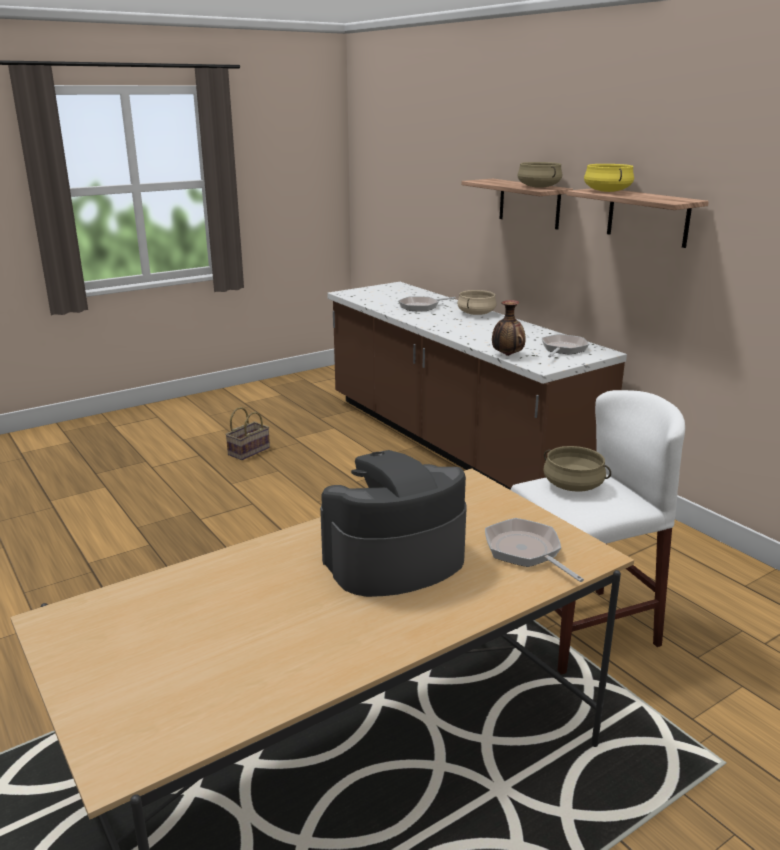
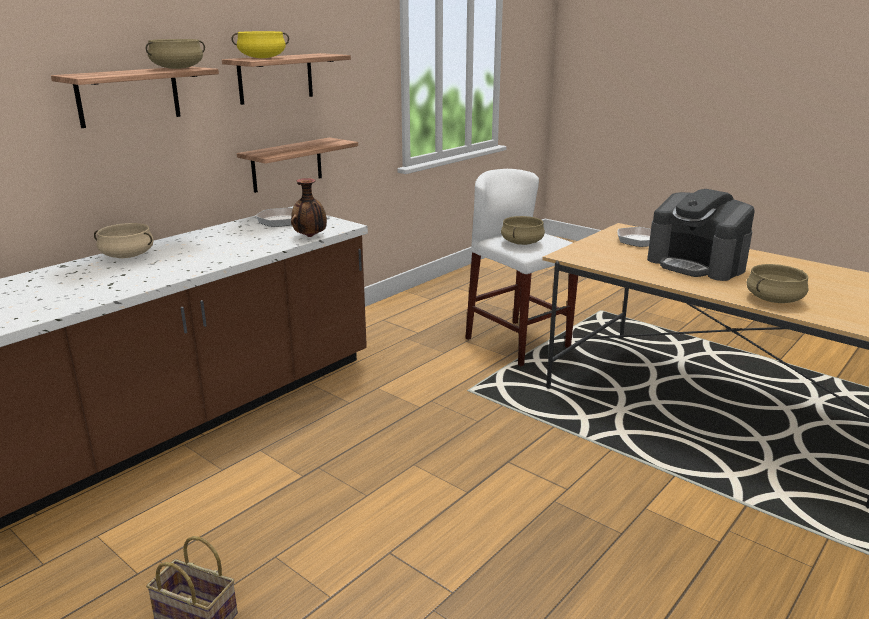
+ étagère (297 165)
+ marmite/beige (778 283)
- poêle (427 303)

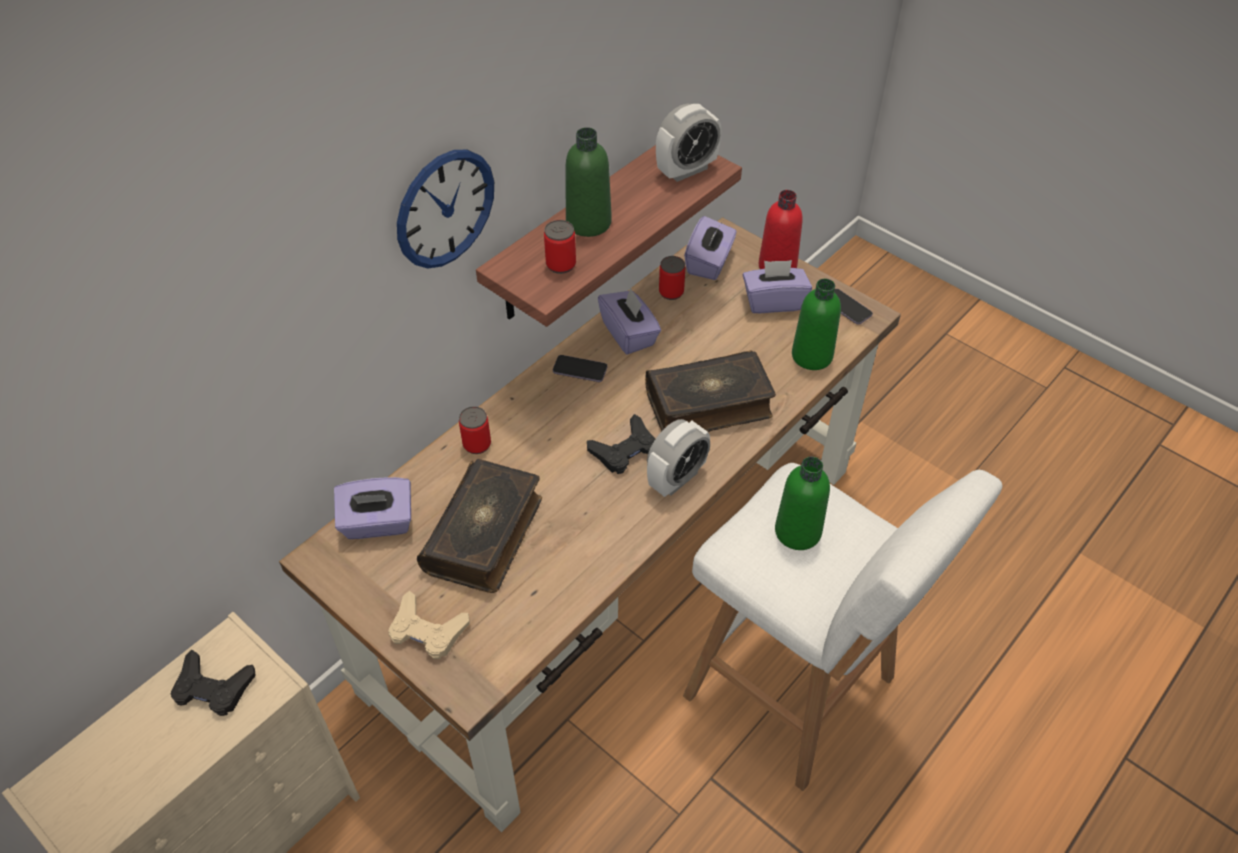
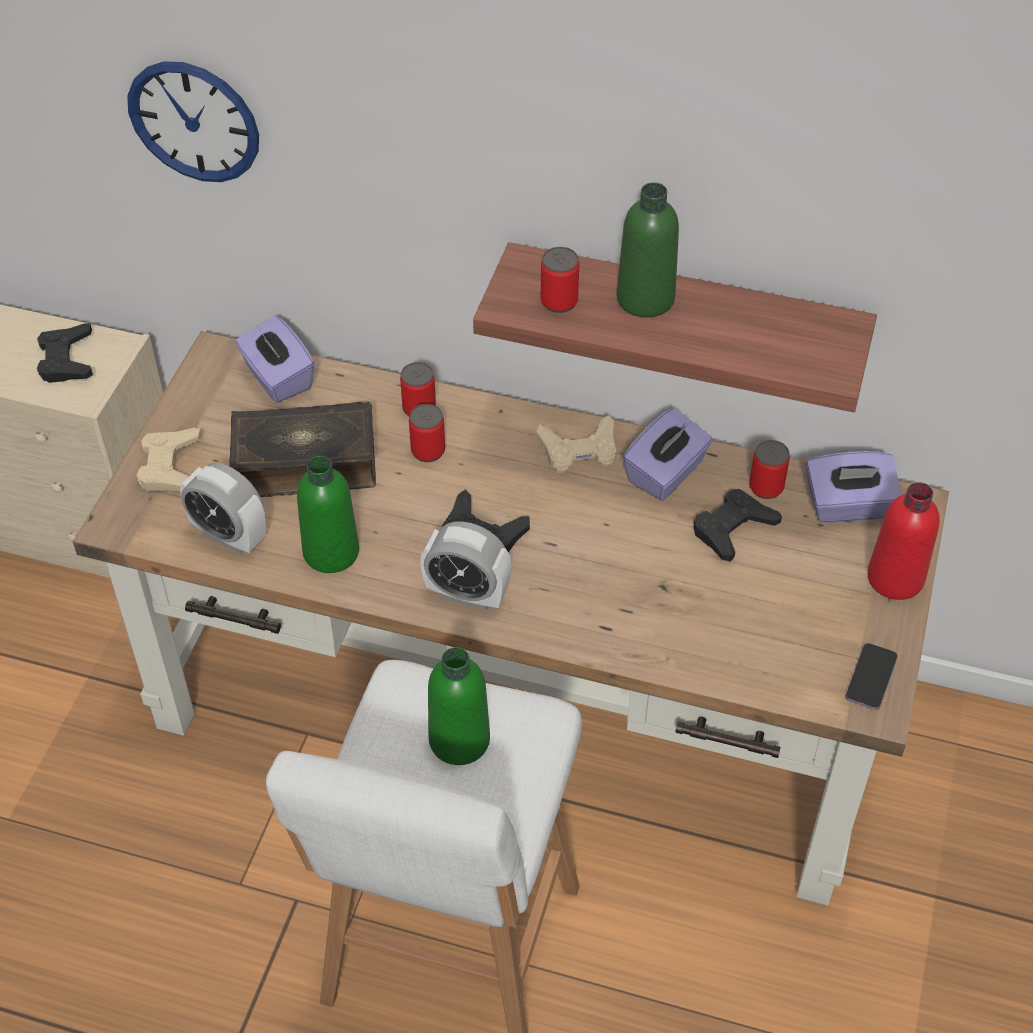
~ horloge murale (445 208) to (193 121)
~ réveil (688 143) to (223 508)
~ bouteille/vert (816 324) to (328 514)
+ boîte métallique (427 433)
~ téléphone (580 368) to manette/beige (576 444)
+ manette/noir (737 525)
- livre (710 391)
- boîte à mouchoirs/violet (777 286)

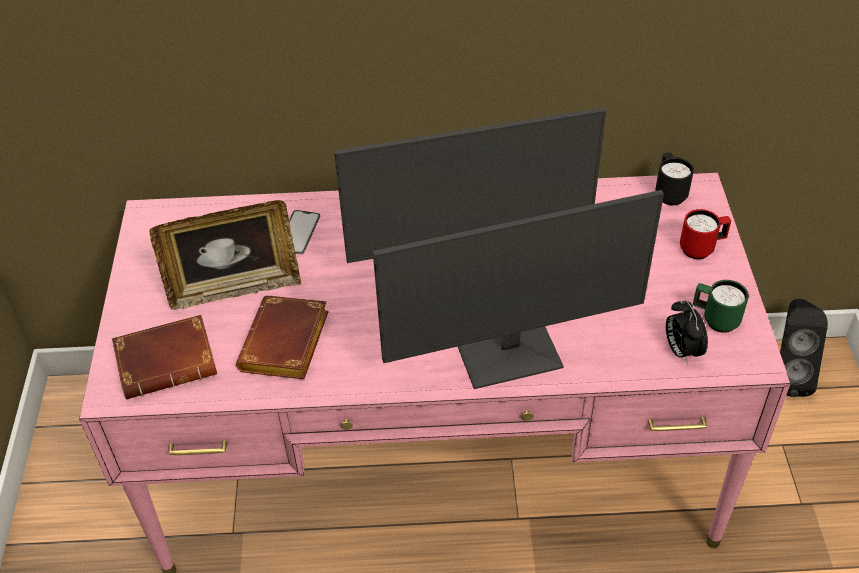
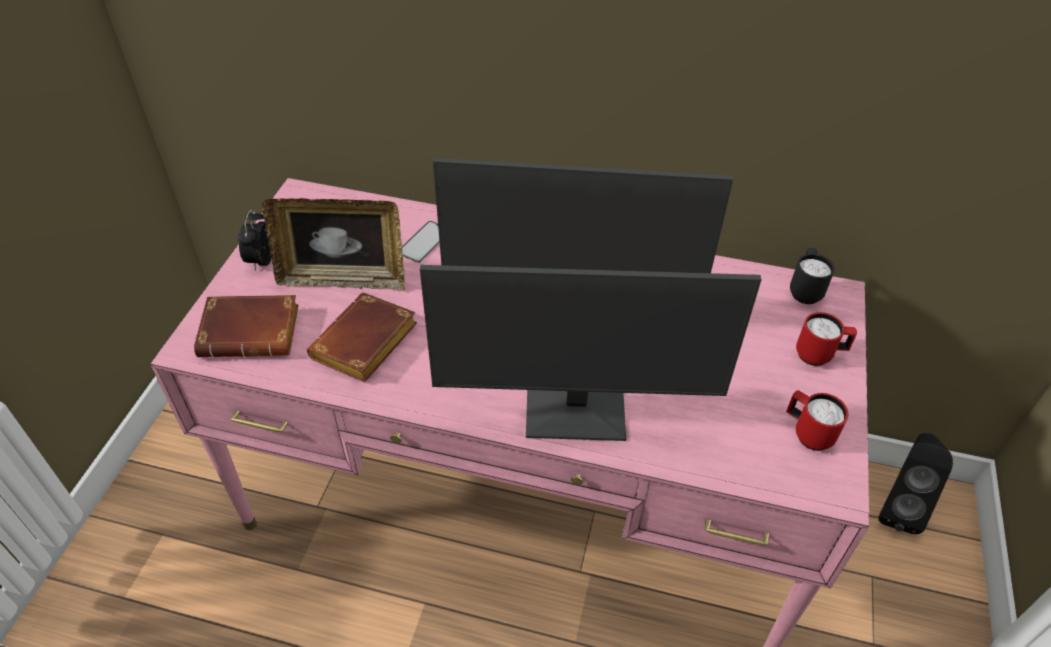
~ réveil (687 332) to (255 241)
~ mug/vert (721 306) to mug/rouge (817 420)

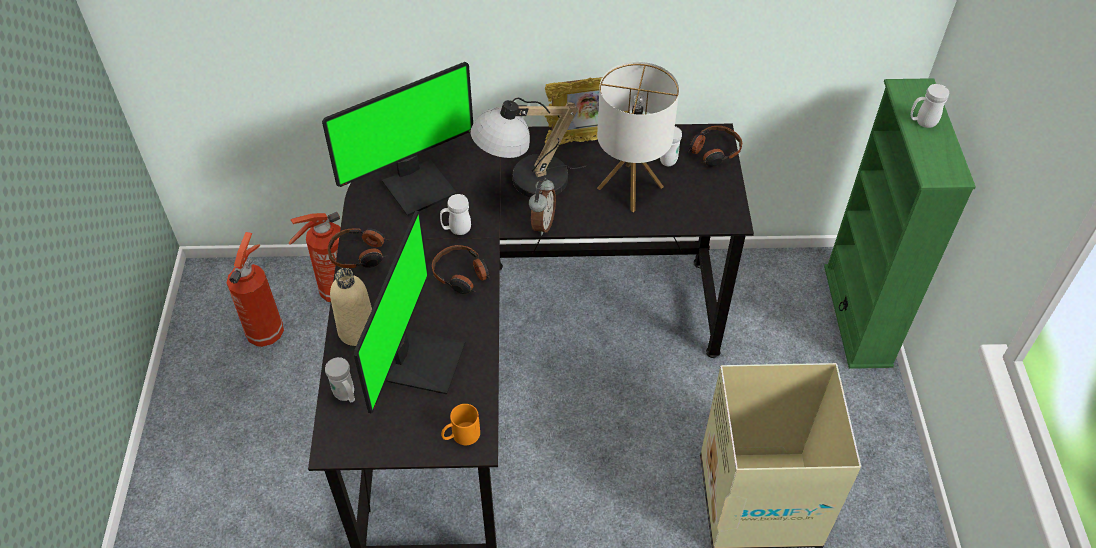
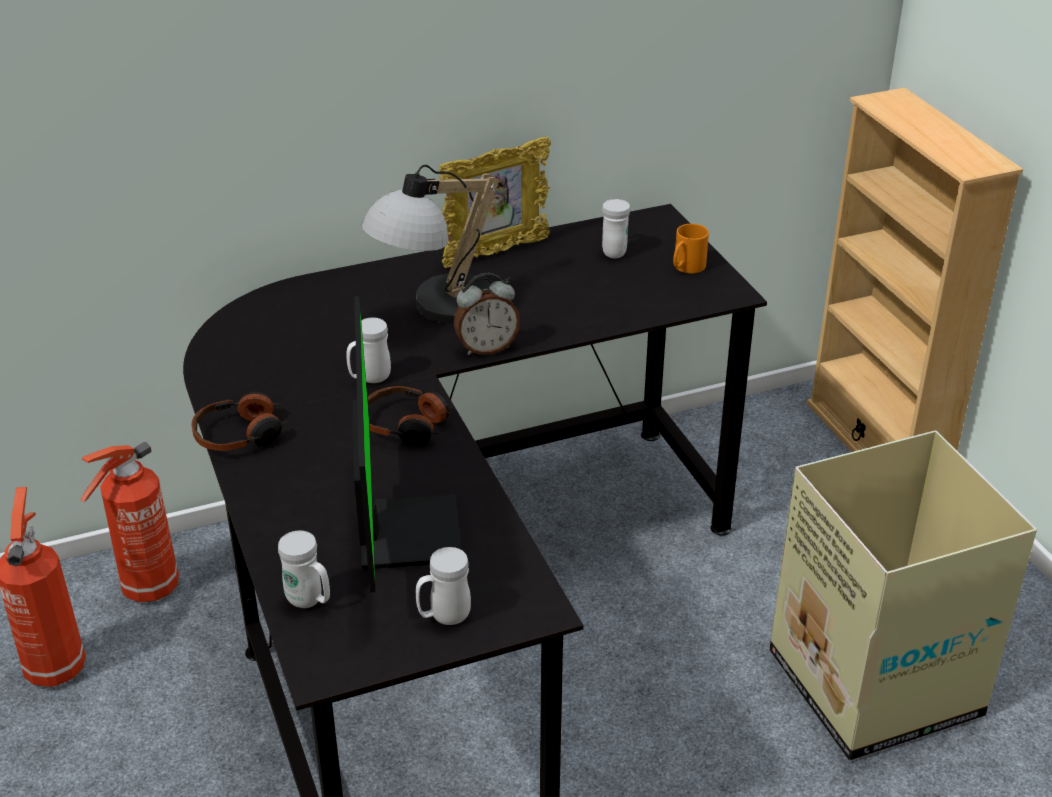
~ mug/blanc (930 106) to (443 586)
~ réveil (542 207) = (487 314) 75 degrees clockwise
~ mug/orange (460 424) to (691 248)
~ bibliothèque/vert (900 223) to bibliothèque/beige (914 270)
- écran d'ordinateur (397 139)
- bouteille/beige (351 307)
- lampe de table (638 137)
- casque audio (715 146)

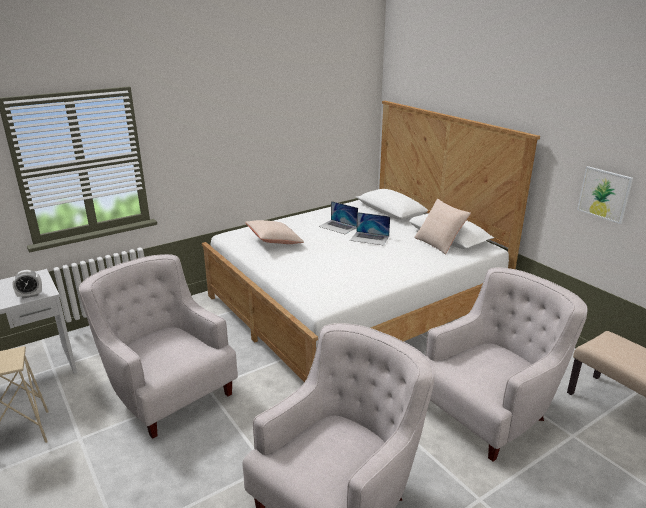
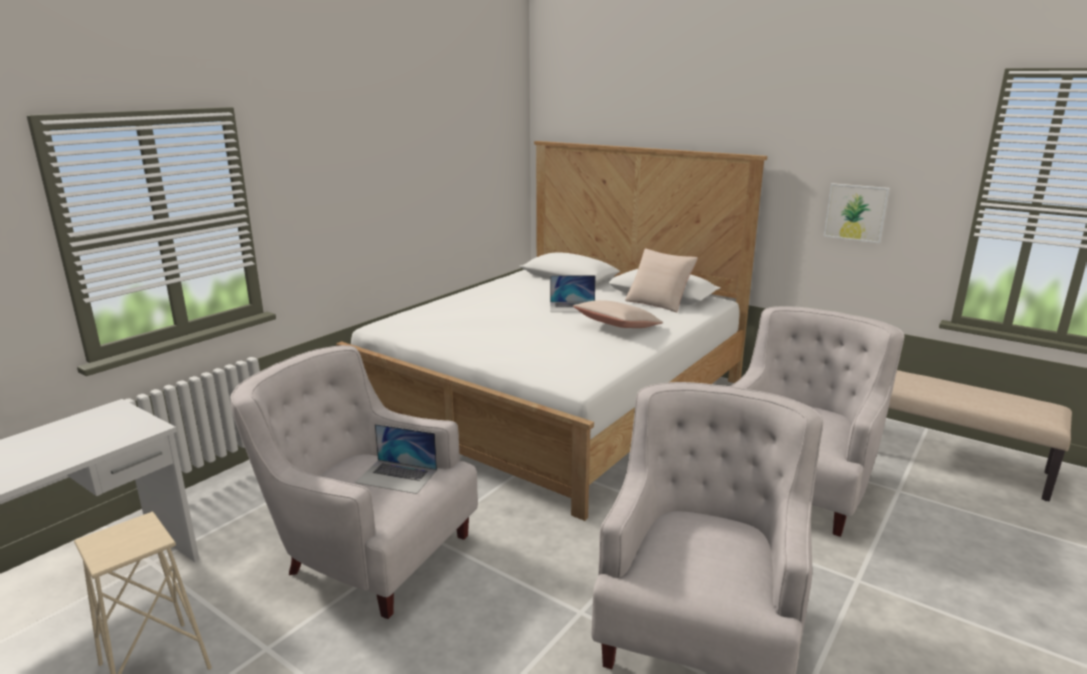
~ ordinateur portable (338 217) to (396 459)
~ coussin/beige (274 232) to (618 314)
- réveil (27 284)

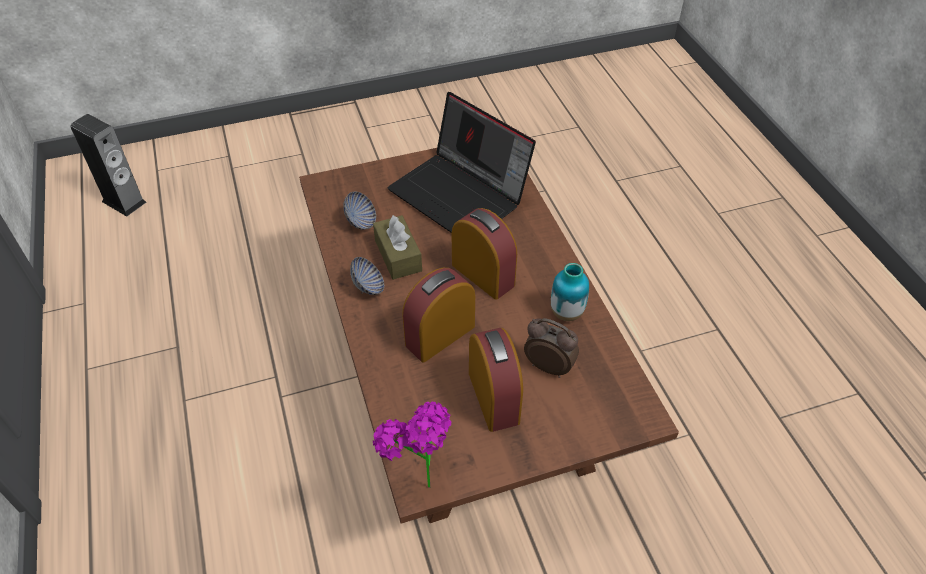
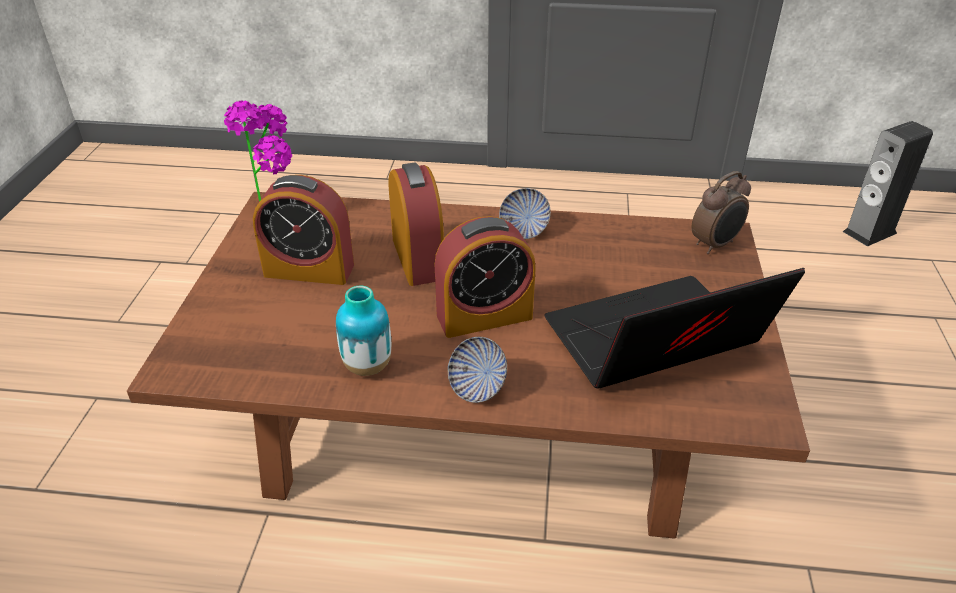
~ bol (359 210) to (477 370)
~ réveil (551 348) to (721 212)
- boîte à mouchoirs/marron (397 247)

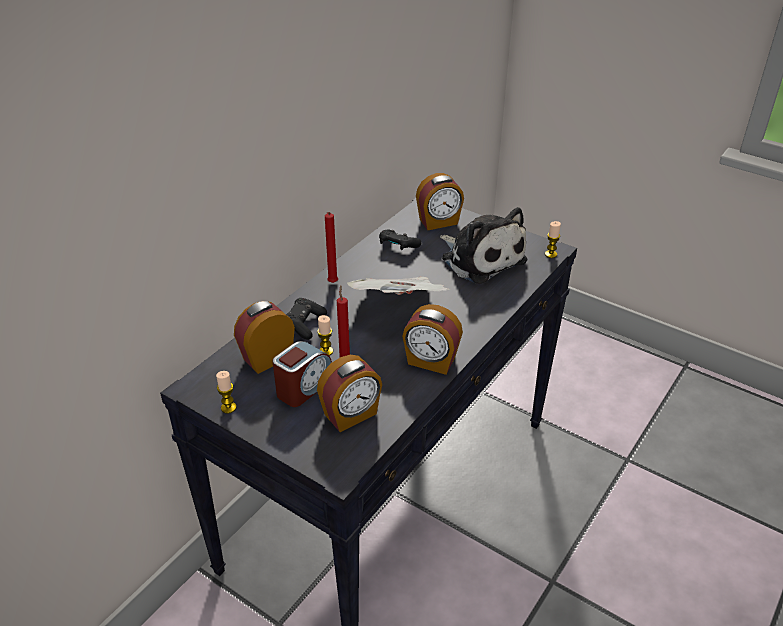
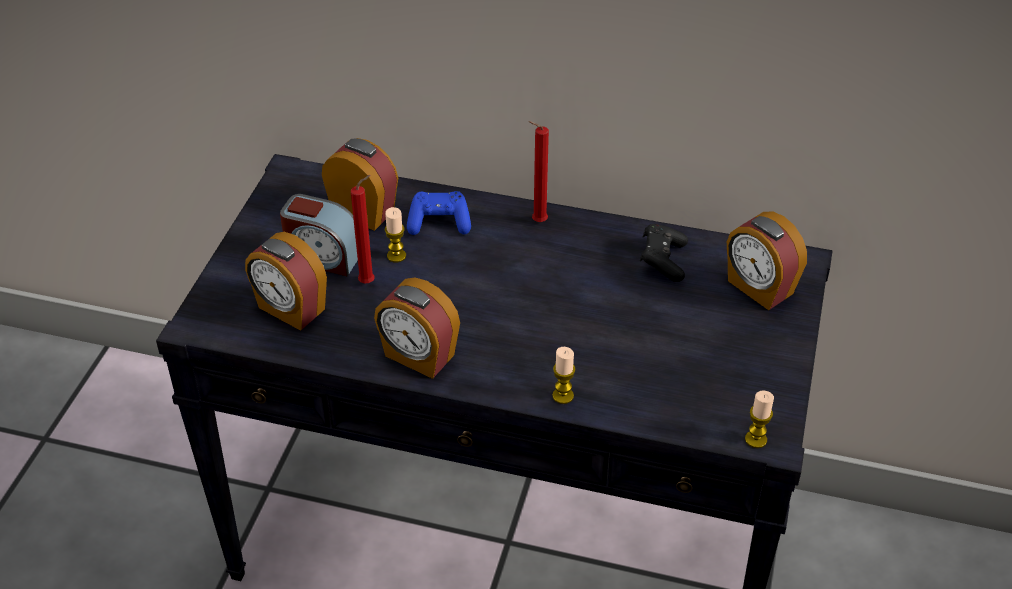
~ réveil (432 339) = (417 328) 60 degrees counterclockwise
~ manette/noir (306 319) to manette/bleu (439 213)
~ bougie (226 392) to (563 375)
- journal (399 286)
- peluche (484 245)

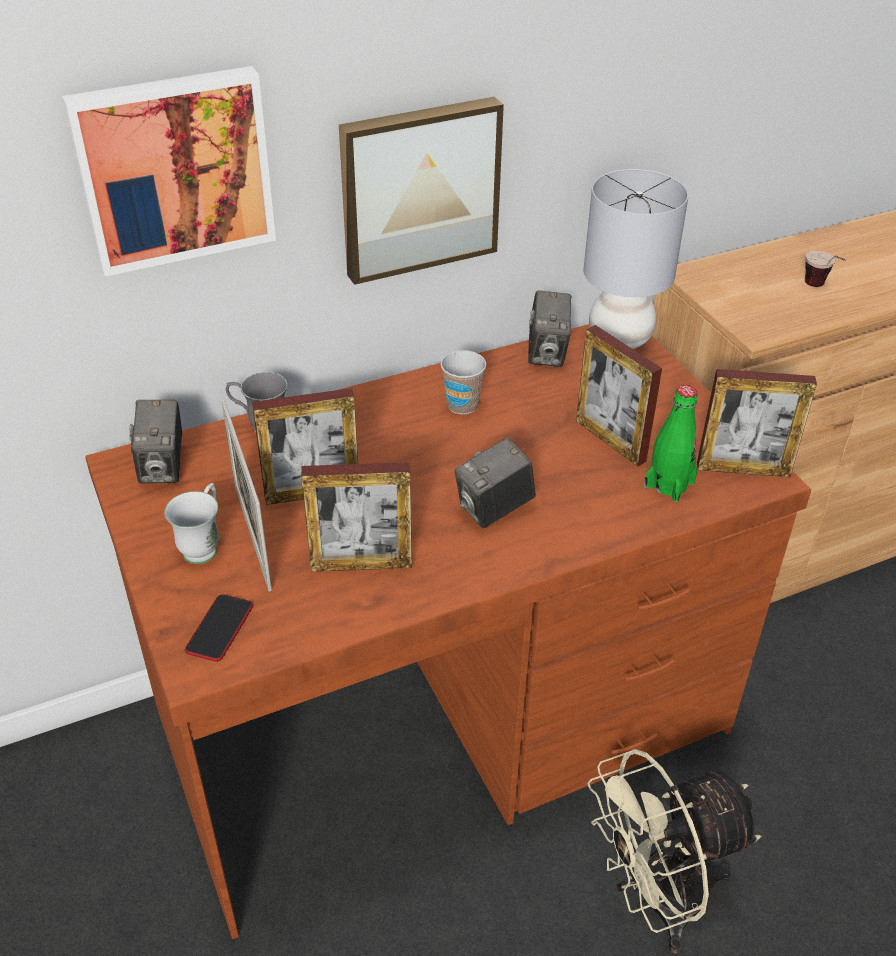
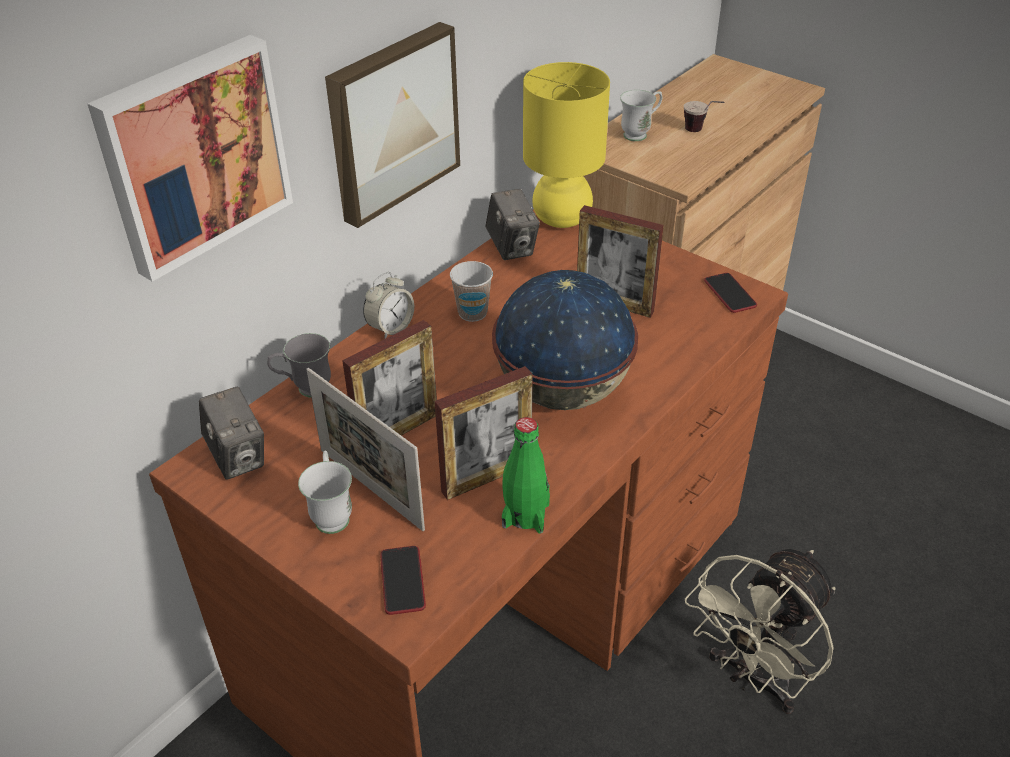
+ réveil (388 305)
~ appareil photo (495 482) to globe (565 340)
~ bouteille/vert (671 443) to (526 475)
~ lampe de table/gris (636 259) to lampe de table/jaune (566 145)
+ mug/blanc (641 115)
~ cadre photo (757 423) to téléphone (730 293)

